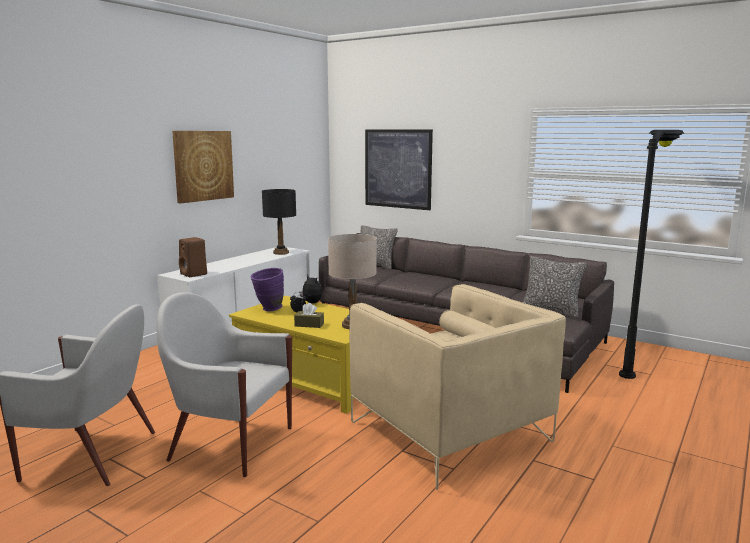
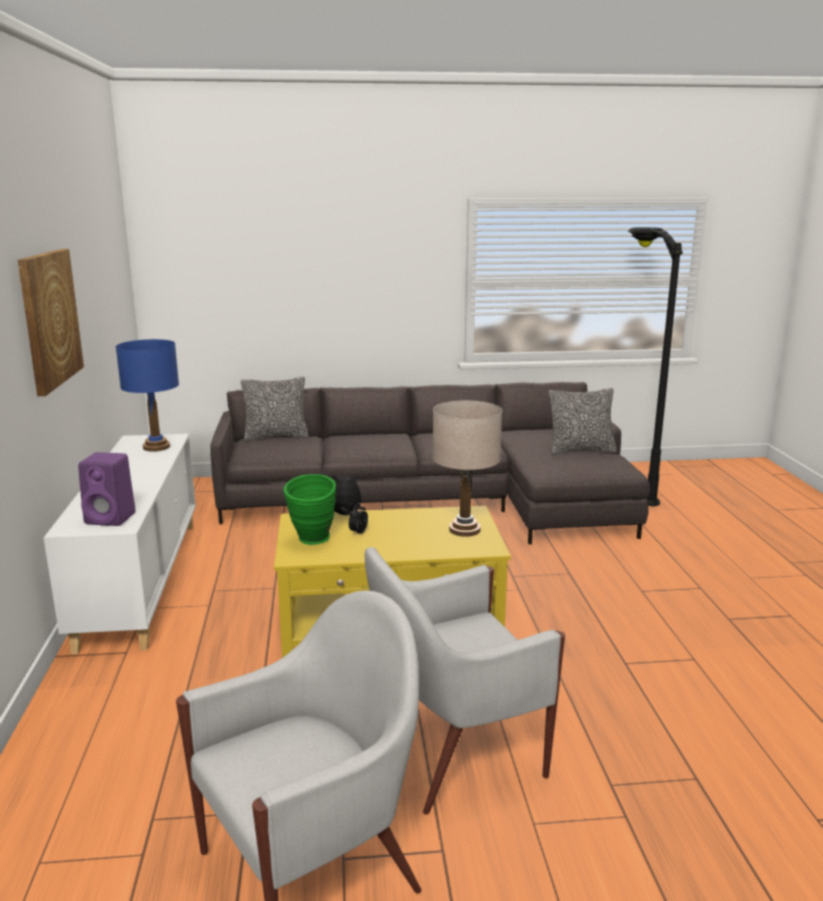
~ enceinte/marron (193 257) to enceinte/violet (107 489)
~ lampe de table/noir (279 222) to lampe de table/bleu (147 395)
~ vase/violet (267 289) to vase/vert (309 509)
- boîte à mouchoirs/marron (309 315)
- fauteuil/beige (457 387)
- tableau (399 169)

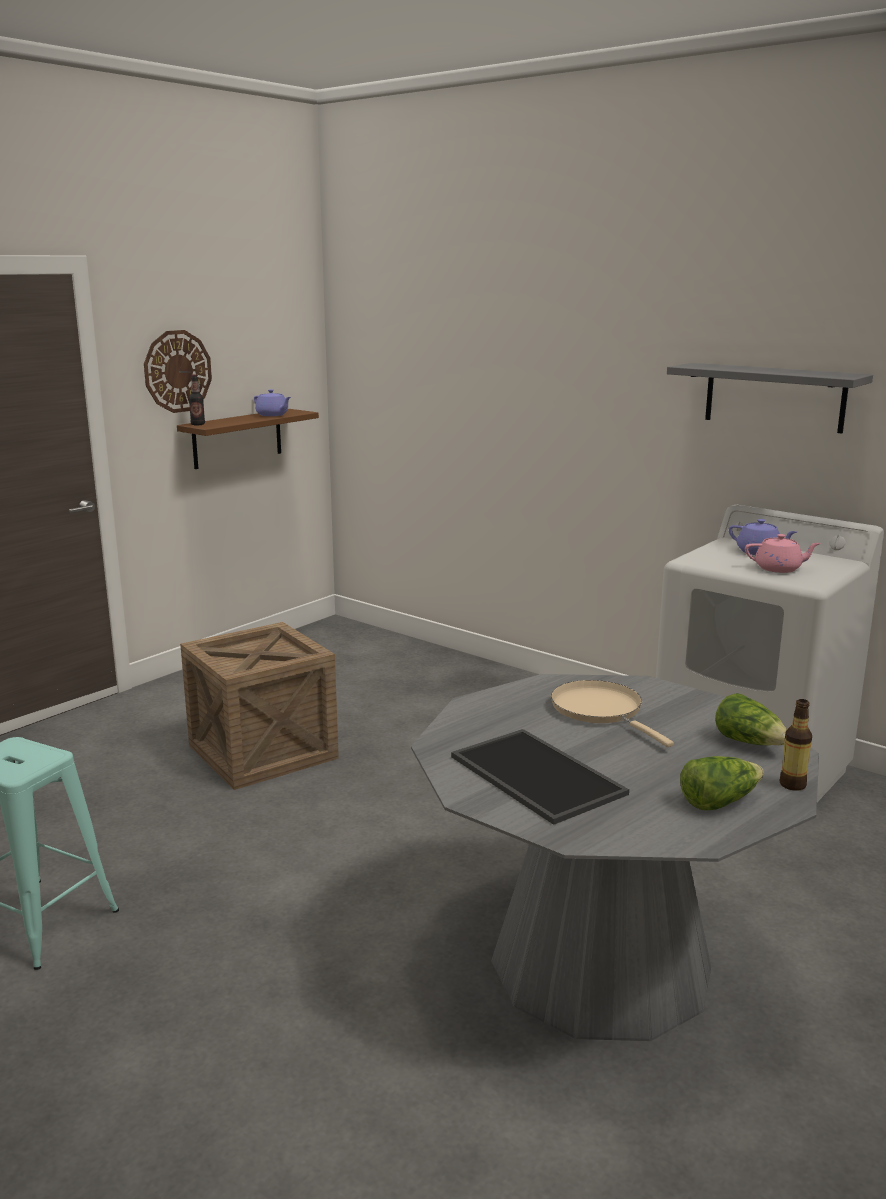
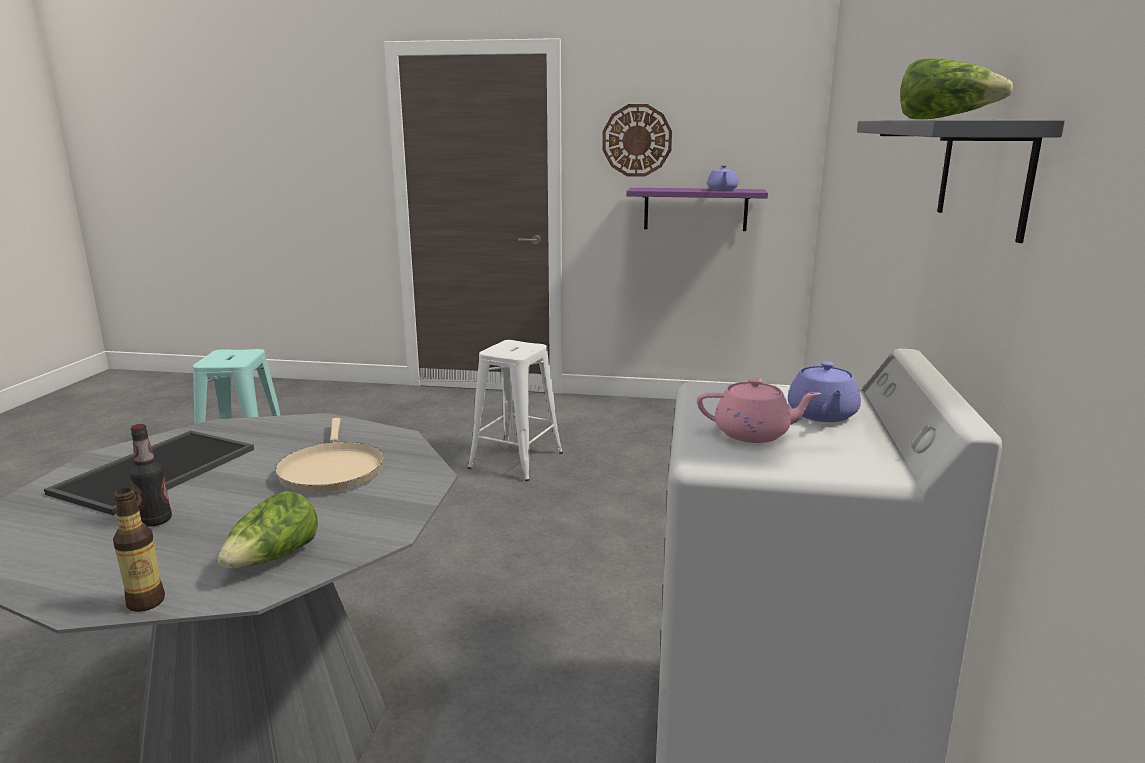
~ bouteille (197 399) to (151 475)
~ poêle/beige (612 713) = (329 455) 135 degrees clockwise
~ caisse (259 706) to tabouret/blanc (515 410)
~ étagère/marron (248 439) to étagère/violet (697 209)
~ théière/rose (783 553) = (759 410) 60 degrees counterclockwise
~ laitue (722 783) to (956 88)

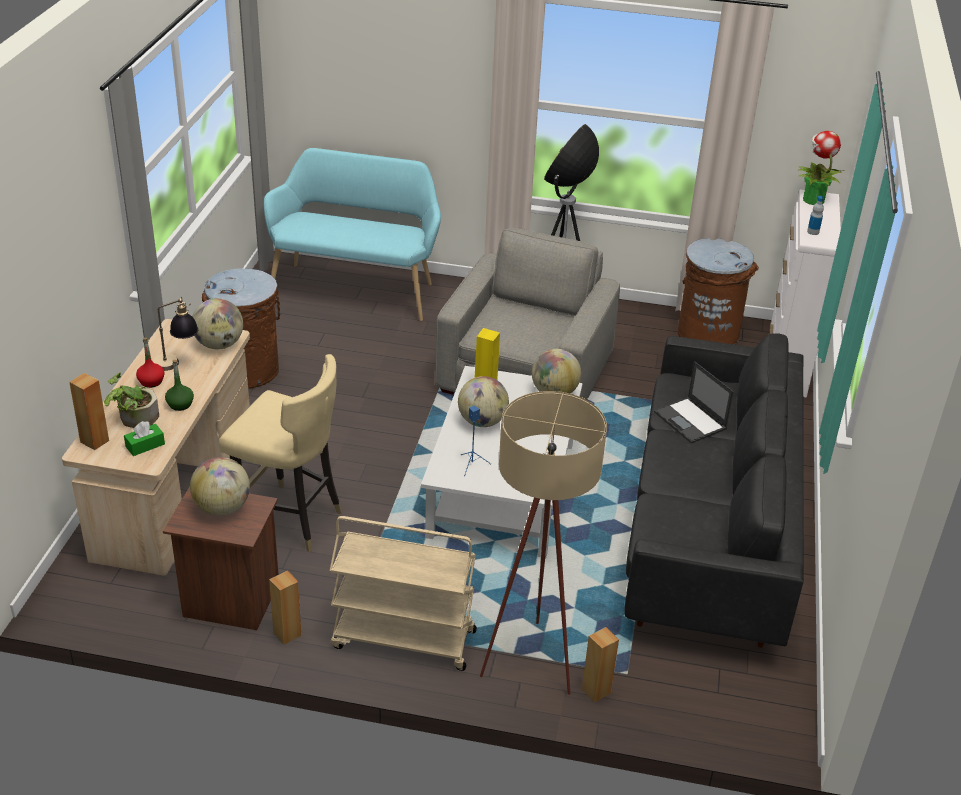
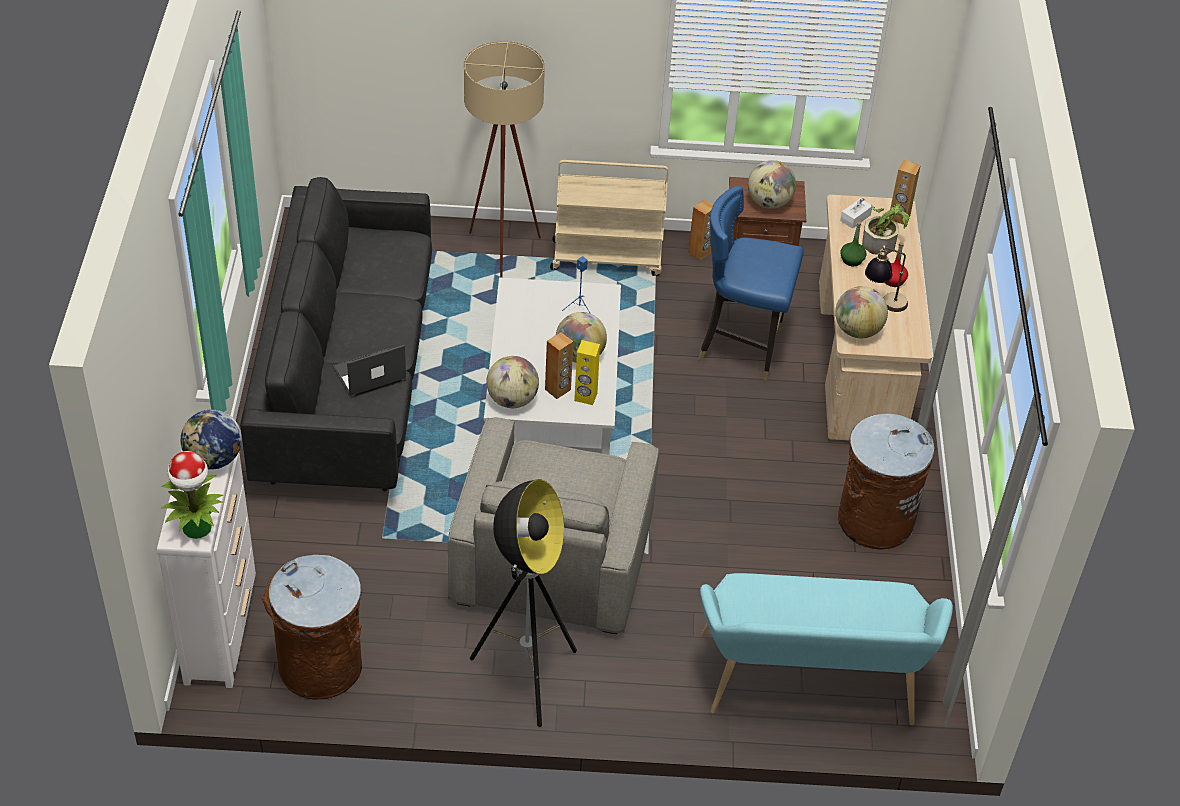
~ bouteille (815 215) to globe (211 440)
~ ordinateur portable (694 402) = (370 371) 75 degrees counterclockwise
~ enceinte/marron (600 664) to (559 365)
~ chaise/beige (280 453) to chaise/bleu (751 283)
~ boîte à mouchoirs/vert (144 438) to boîte à mouchoirs/blanc (856 213)

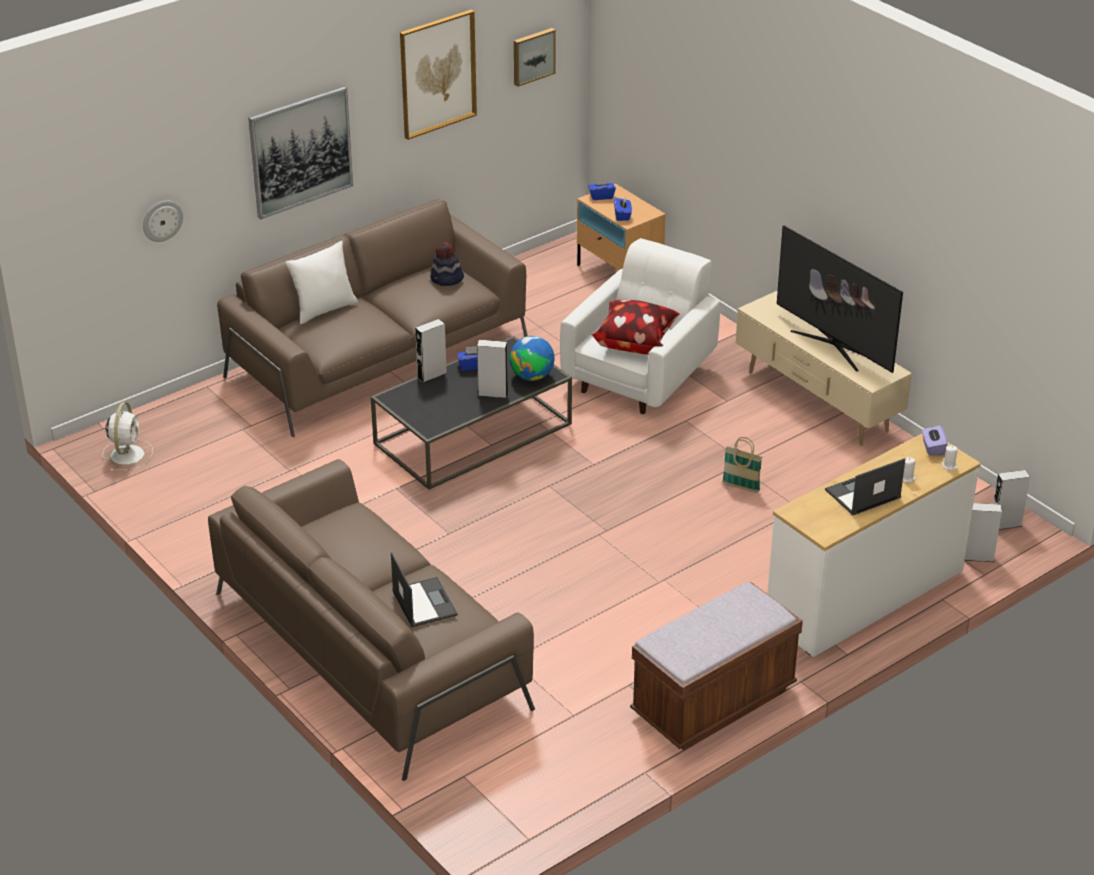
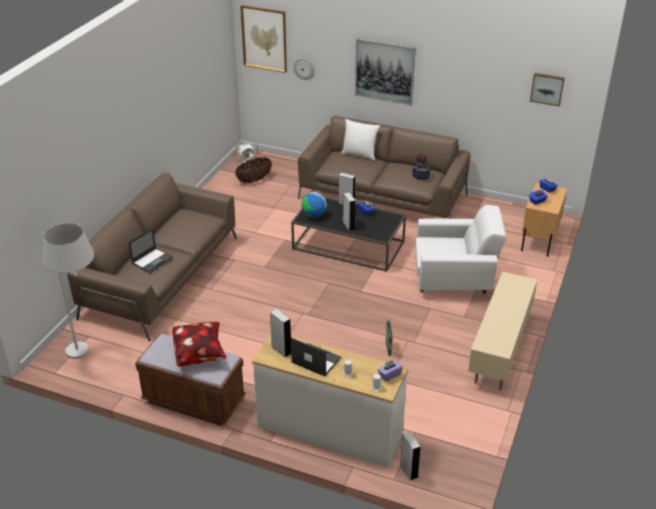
+ lampadaire/blanc (68 291)
~ coussin (635 327) to (199 344)
+ panier (253 170)
~ tableau (438 75) to (263 39)
~ enceinte/gris (1011 500) to (280 333)
~ globe (532 358) to (314 205)
- téléviseur (840 299)

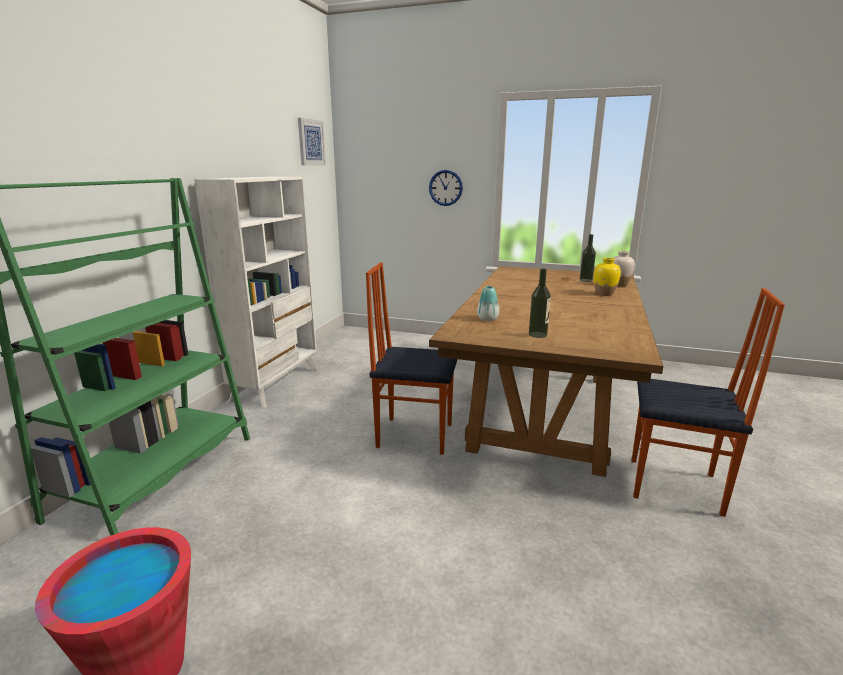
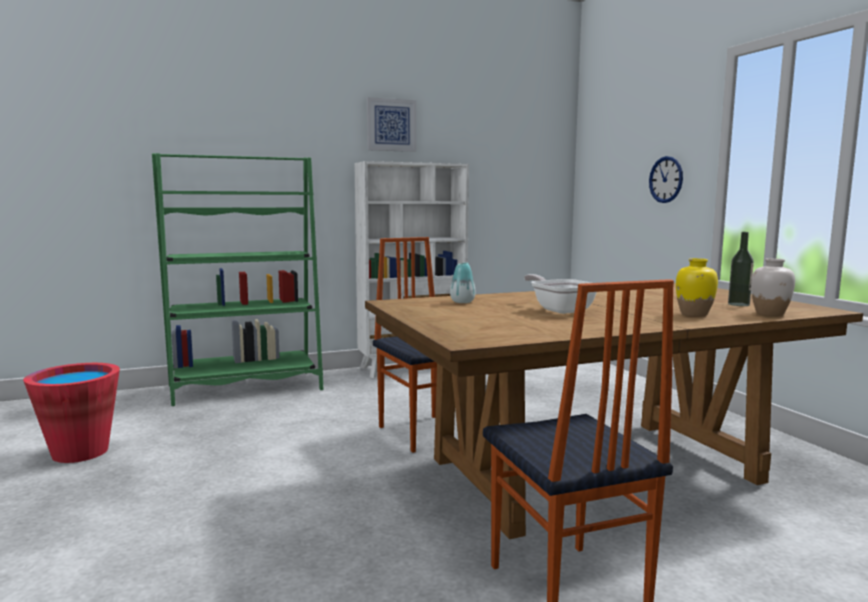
~ tableau (312 142) to (391 124)
+ poêle (560 294)
- bouteille (540 303)

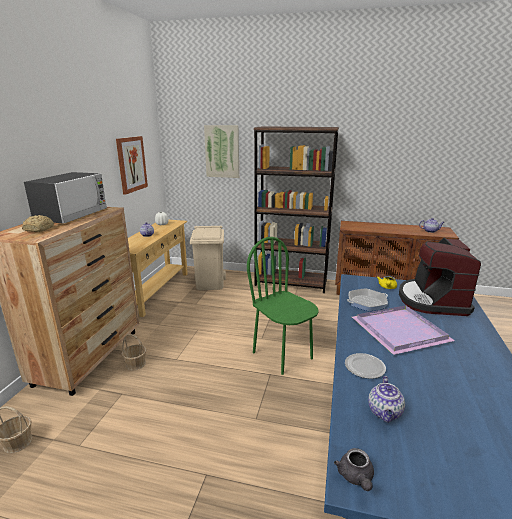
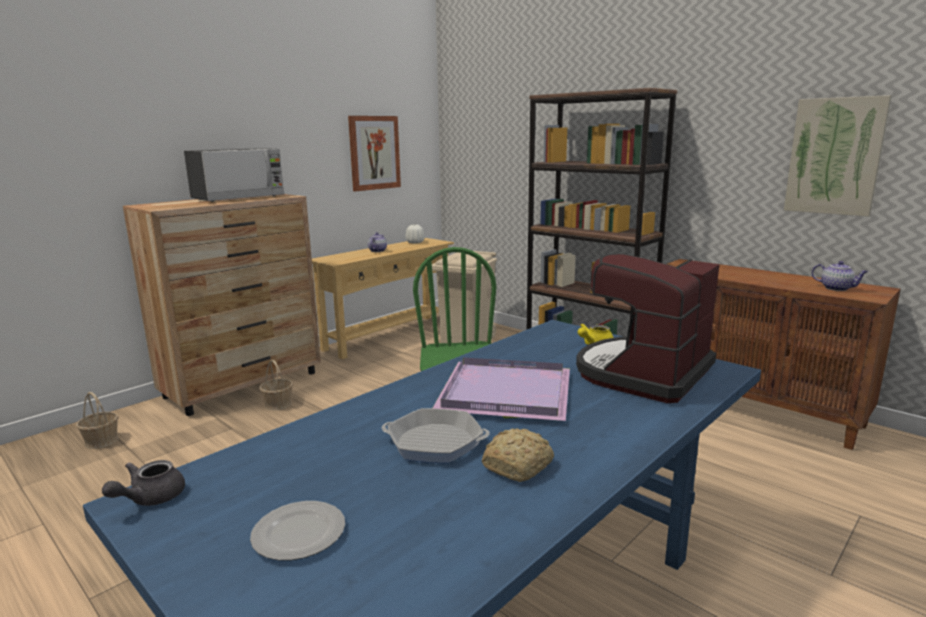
~ assiette (365 366) to (297 530)
~ poêle (367 299) to (436 435)
~ pain (38 223) to (518 455)
~ tableau (221 151) to (838 156)
- théière (386 399)

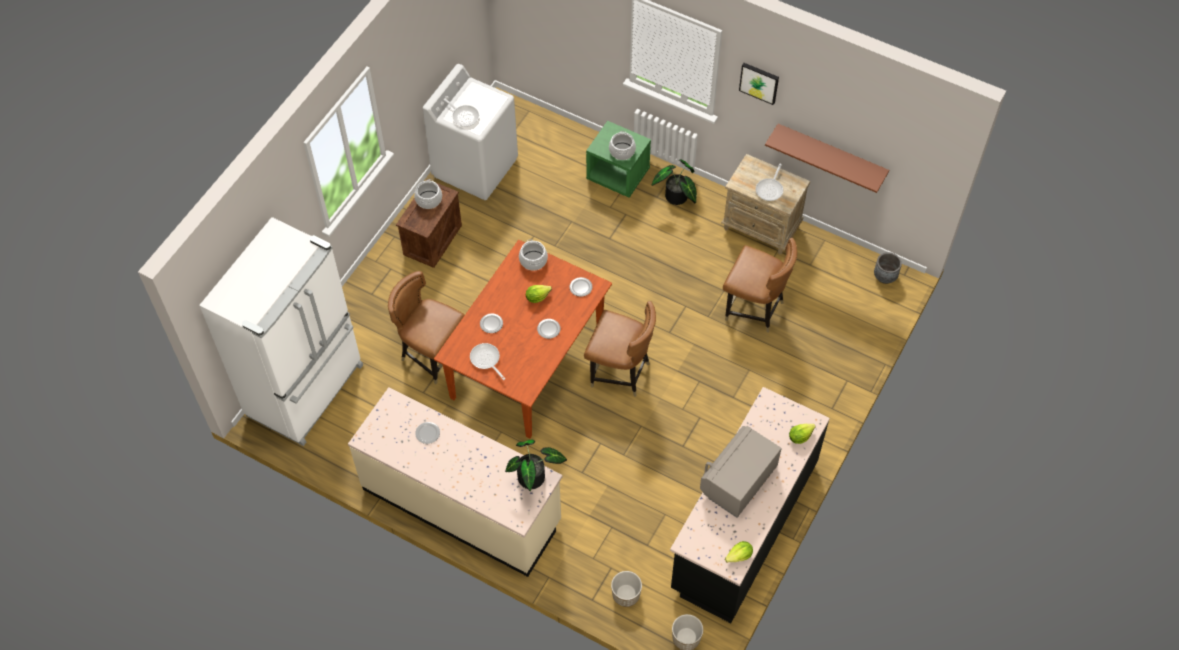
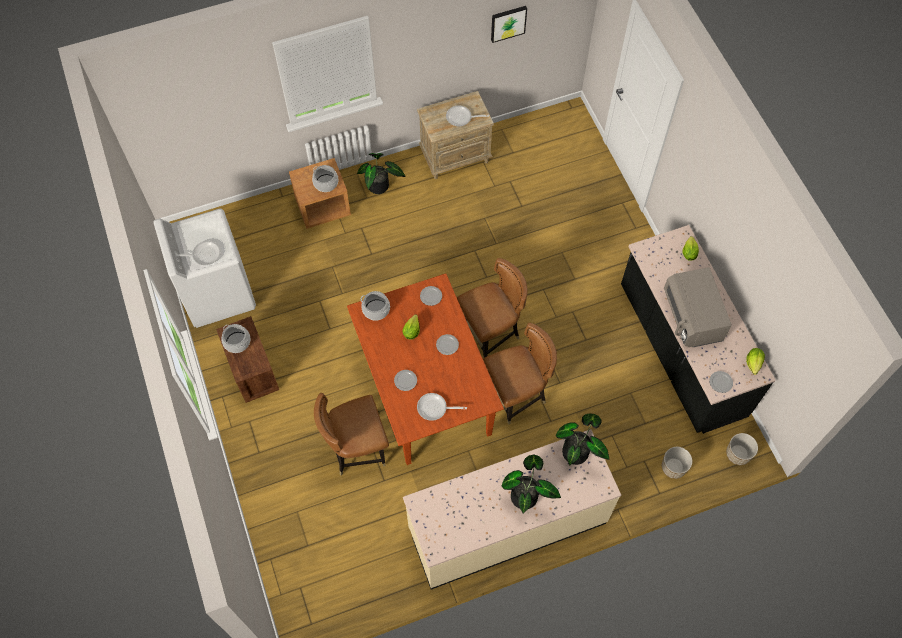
~ table de chevet/vert (618 159) to table de chevet/marron (320 193)
~ poêle (769 182) = (467 116) 120 degrees clockwise
~ chaise/marron (760 285) to (520 374)
~ tableau (759 84) to (509 24)
+ plante en pot (531 484)
~ assiette (427 433) to (721 382)
- réfrigérateur/blanc (281 331)
- étagère/marron (827 158)
- cache-pot/gris (888 268)

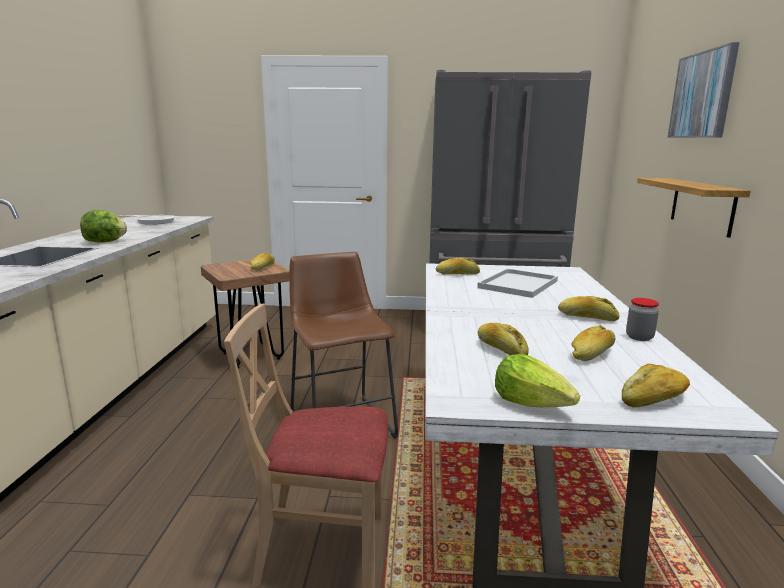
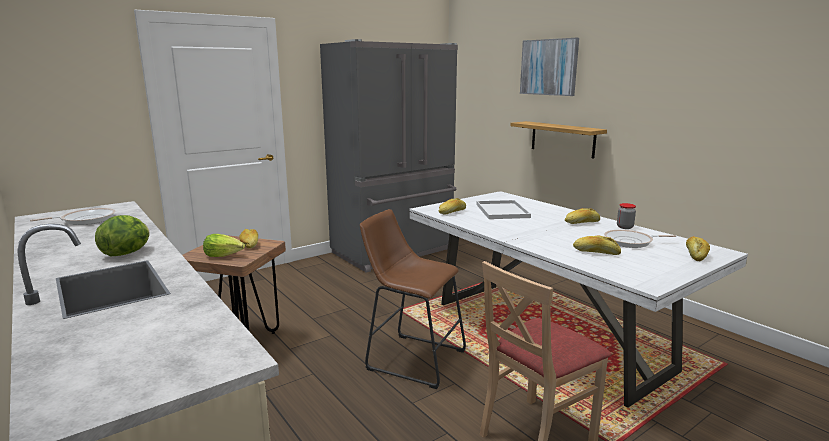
~ laitue (537 380) to (224 245)
~ pain (593 343) to poêle (640 239)

